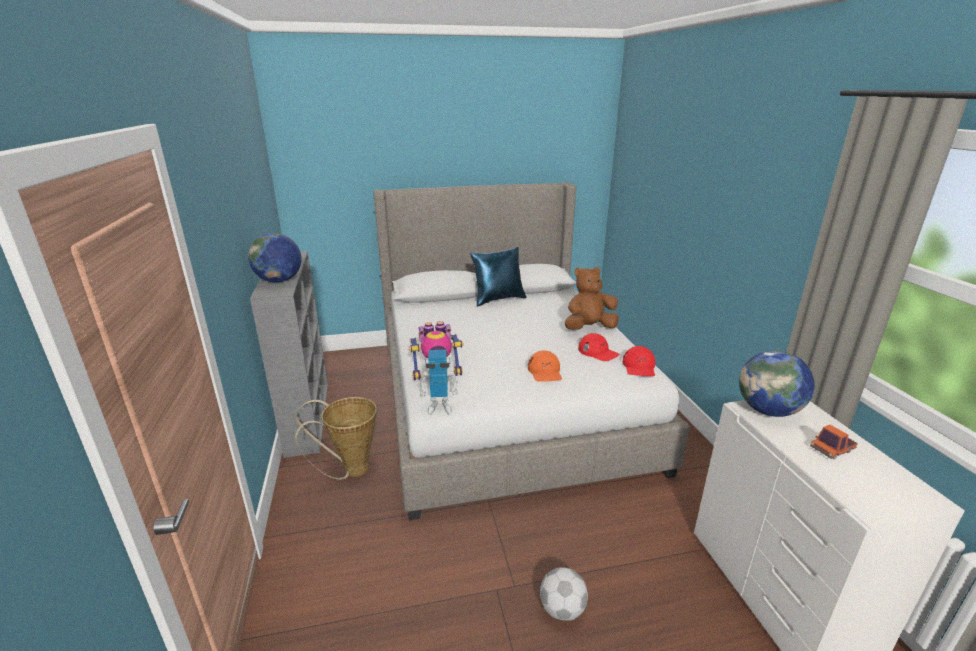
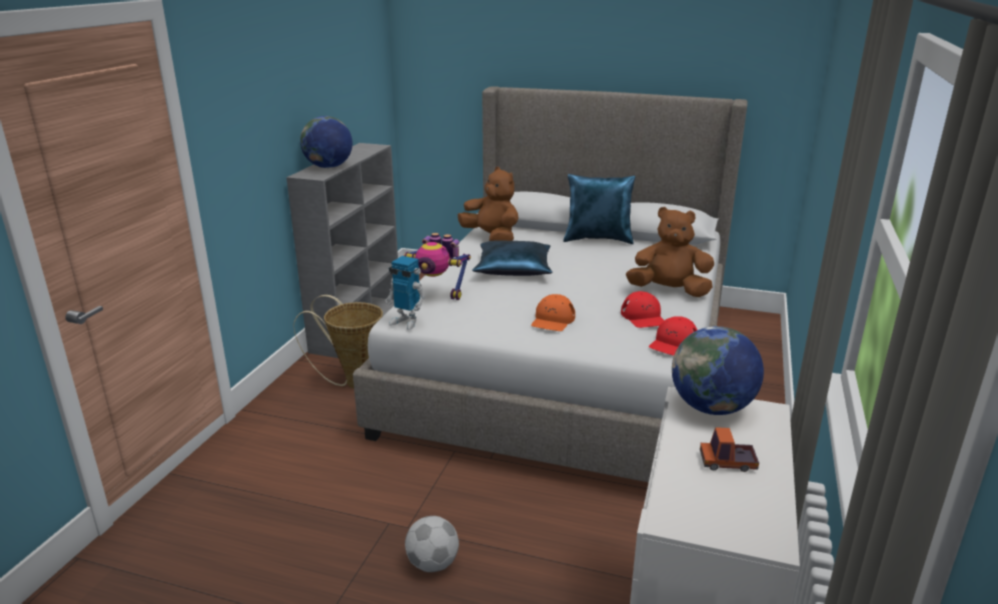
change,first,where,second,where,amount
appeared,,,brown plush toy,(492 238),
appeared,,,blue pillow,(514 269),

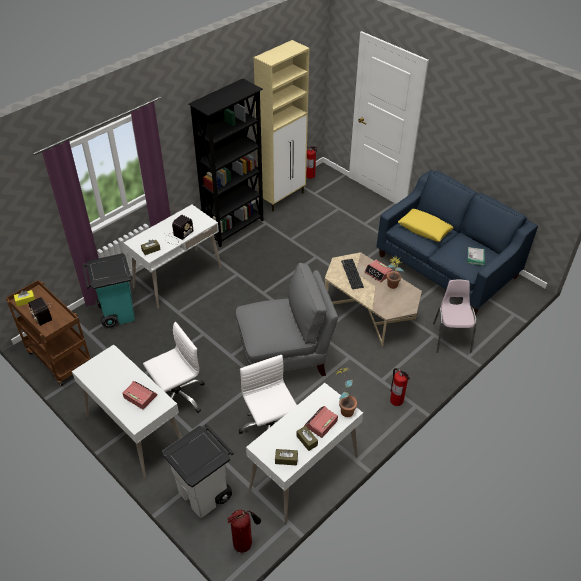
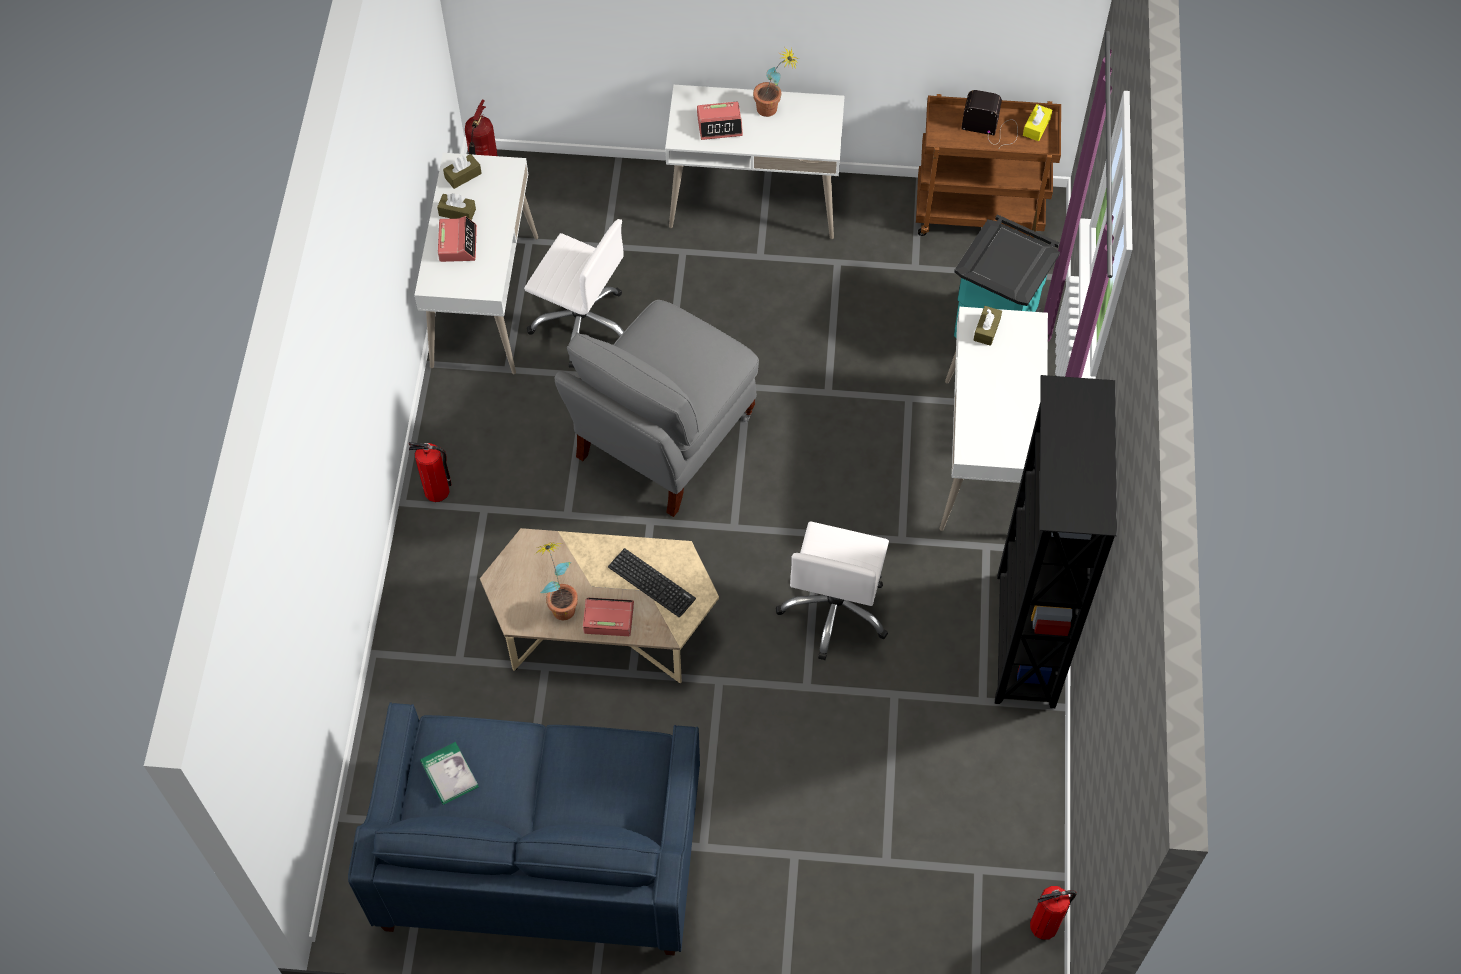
change,first,where,second,where,amount
relocated,potted plant,(344 408),,(773 110),
relocated,white office chair,(177 397),,(835 609),
missing,white trash can,(205 494),,,
missing,radio,(178 236),,,
missing,beige cabinet,(282 198),,,
missing,yellow pillow,(424 229),,,
missing,pink chair,(451 337),,,

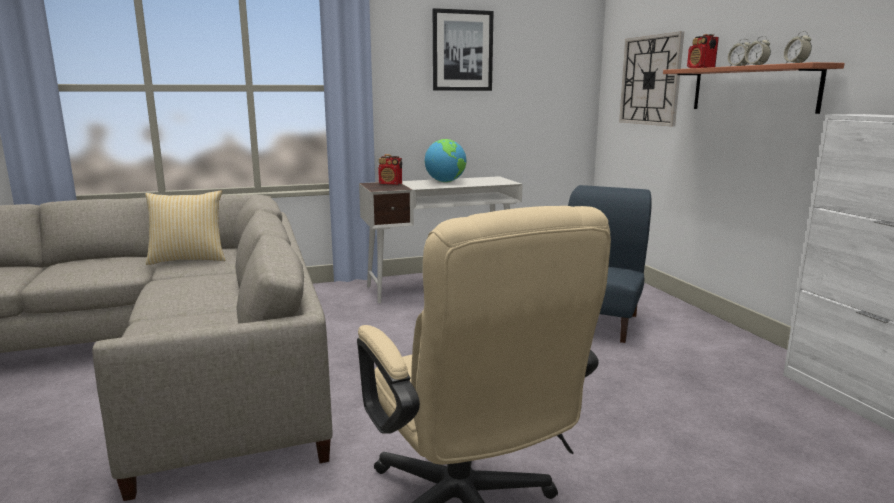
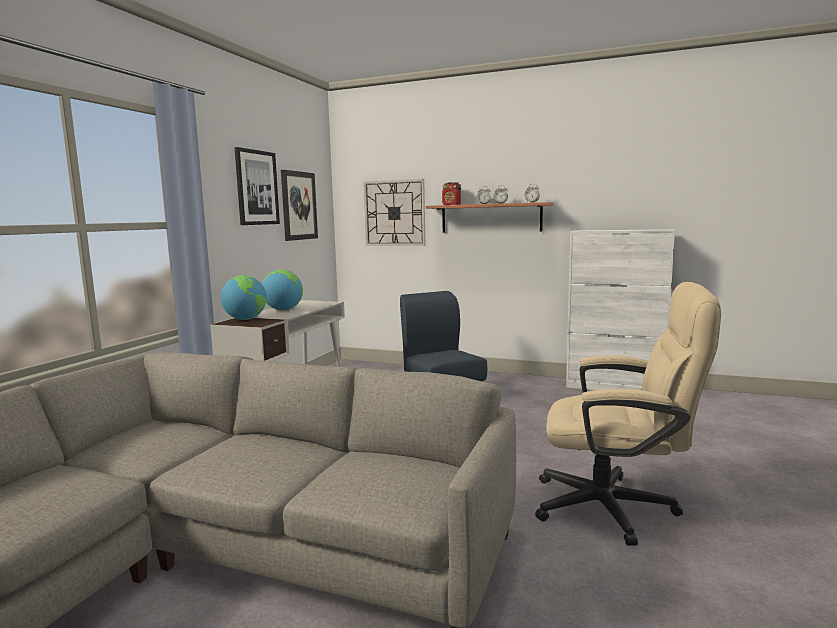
change,first,where,second,where,amount
exchanged,radio,(390 184),globe,(245 319),
appeared,,,picture,(299 205),
missing,pillow,(188 259),,,

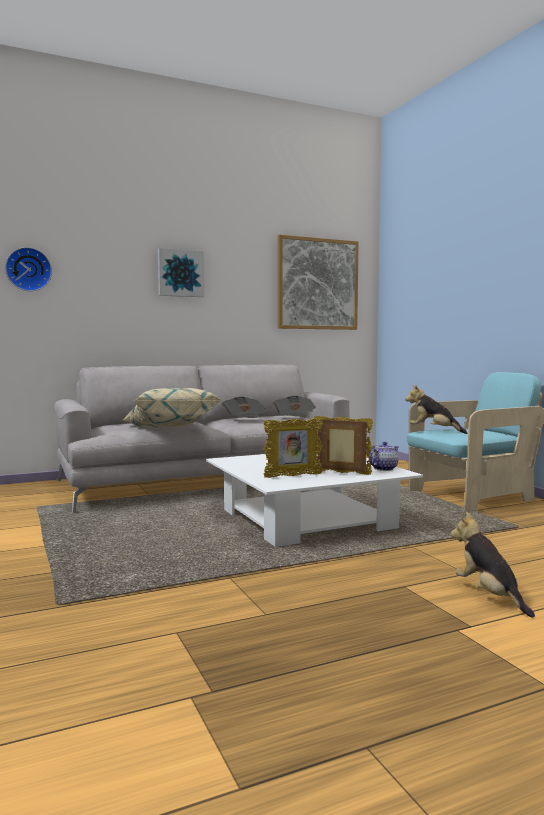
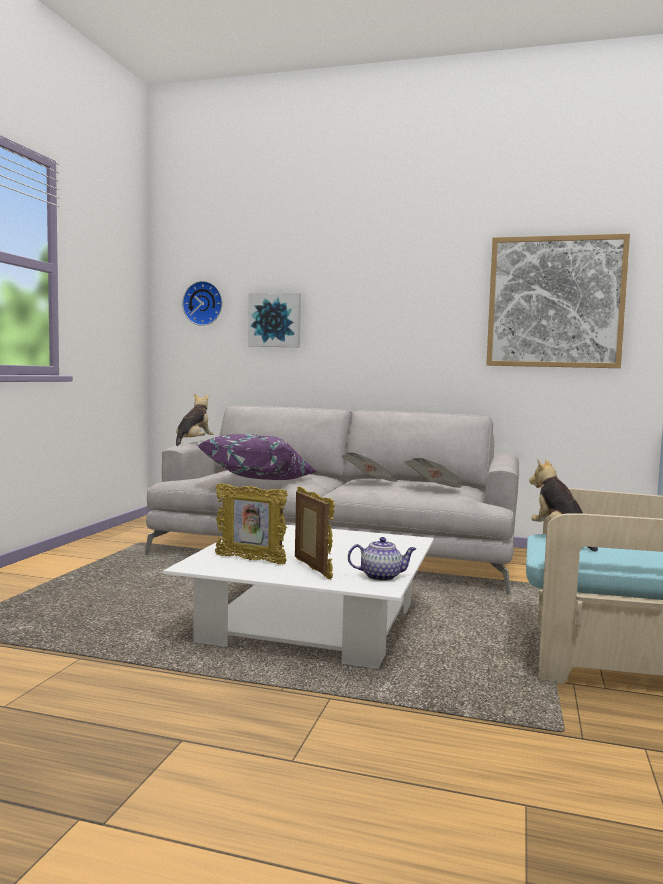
change,first,where,second,where,amount
relocated,plush toy,(489 595),,(193 443),
colour,beige pillow,(169 428),purple pillow,(260 481),
relocated,picture,(180 273),,(275 320),

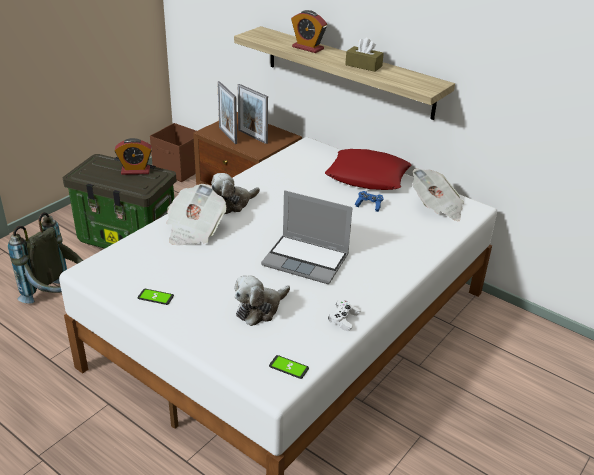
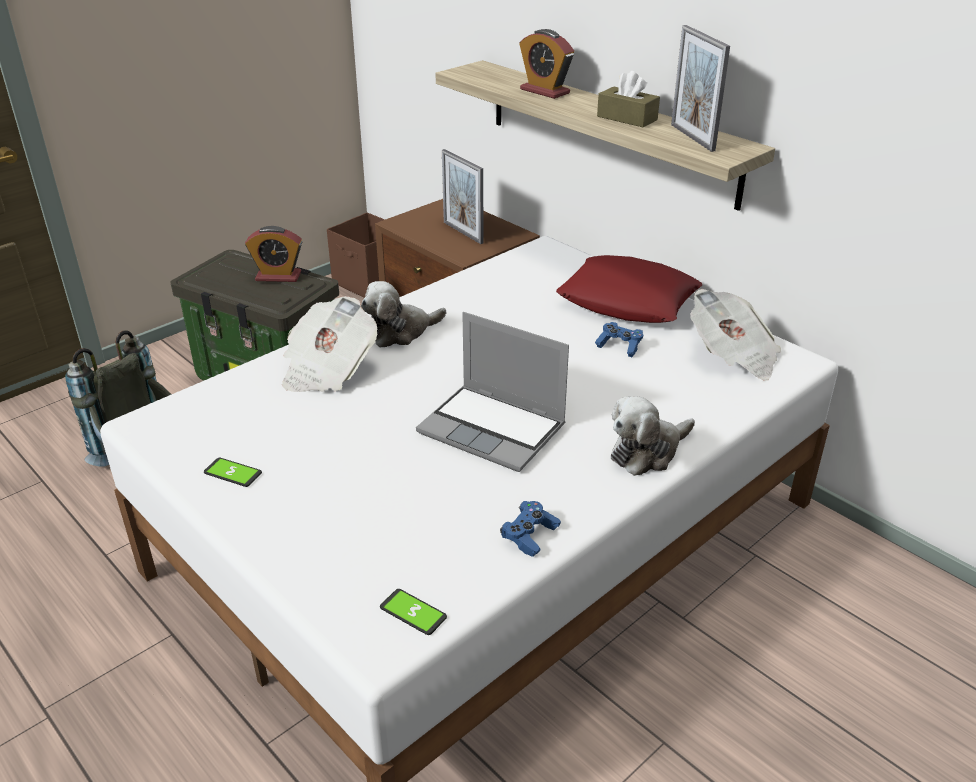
change,first,where,second,where,amount
colour,white game controller,(343 320),blue game controller,(529 535),
relocated,plush toy,(260 309),,(647 452),
relocated,picture frame,(227 135),,(692 137),

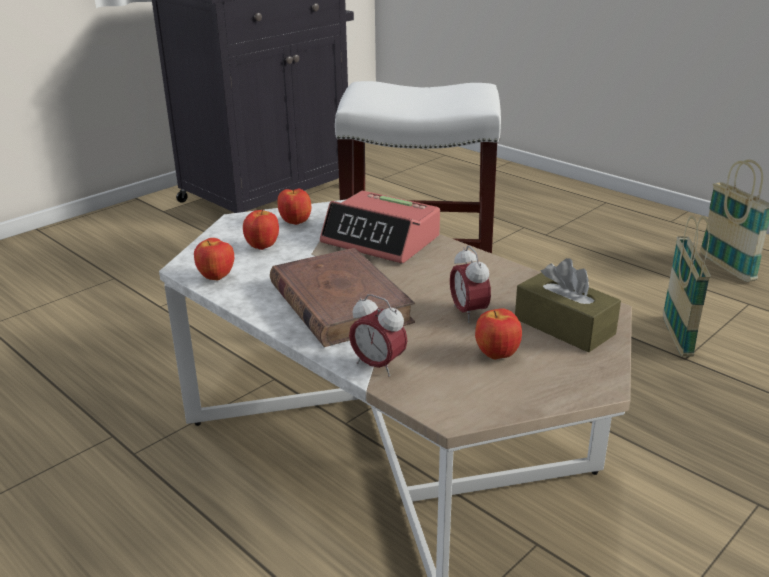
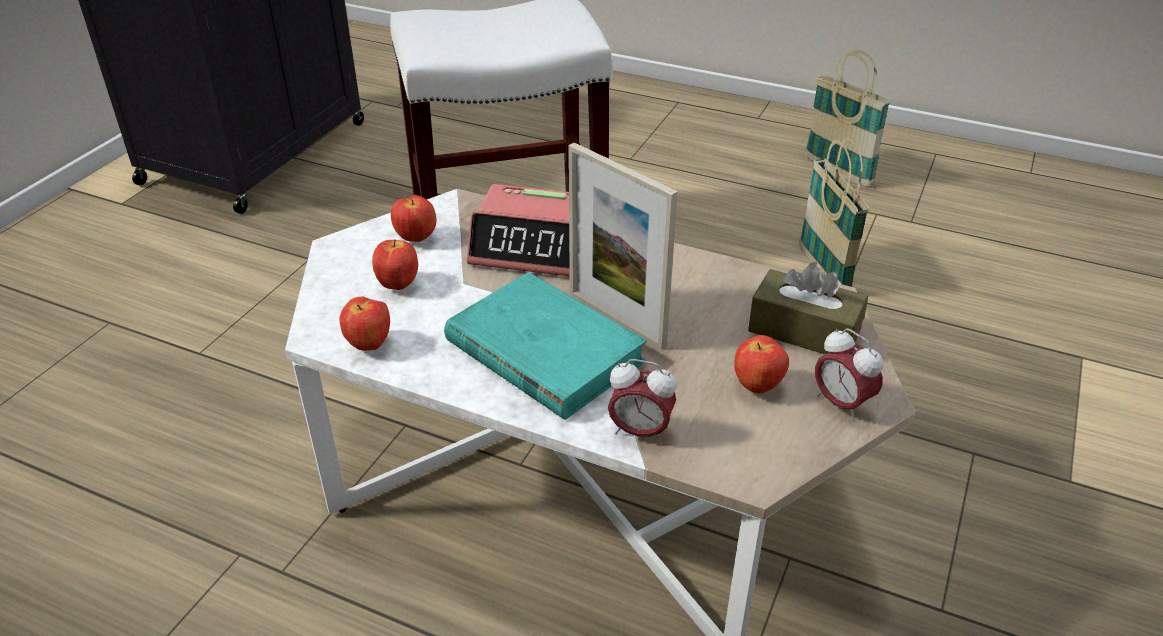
change,first,where,second,where,amount
colour,brown book,(339 303),turquoise book,(543 351),
appeared,,,picture frame,(616 319),
relocated,alarm clock,(468 313),,(841 403),

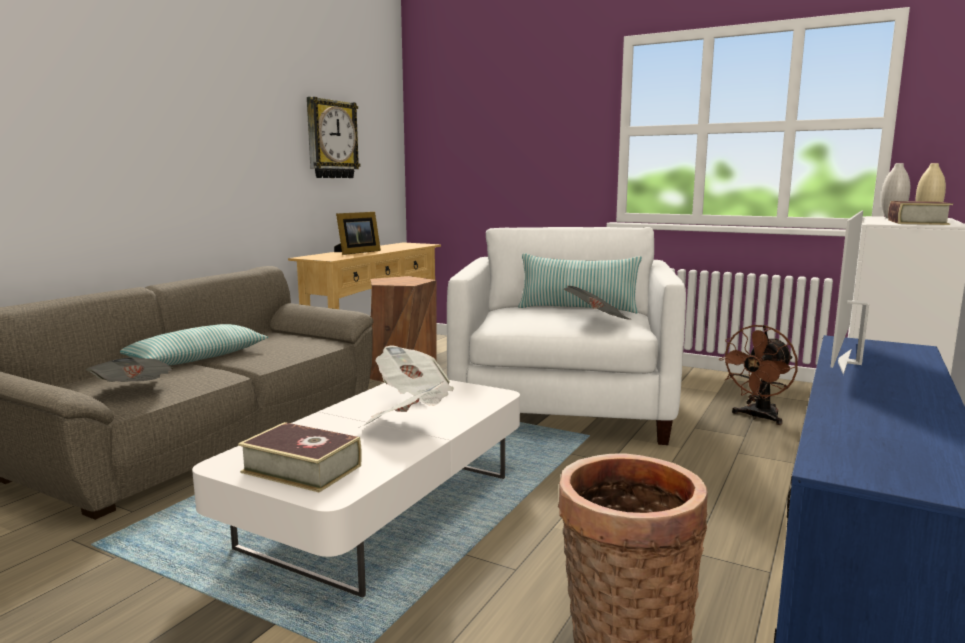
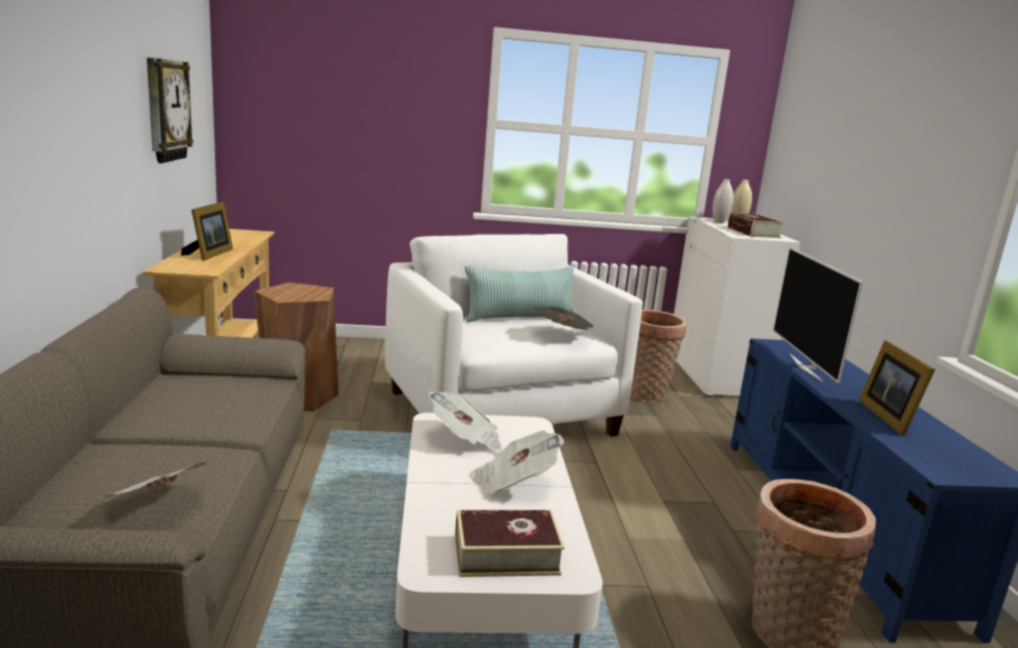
change,first,where,second,where,amount
exchanged,brown fan,(757 417),basket,(646 394),
appeared,,,picture frame,(889 417),
missing,pillow,(197 358),,,

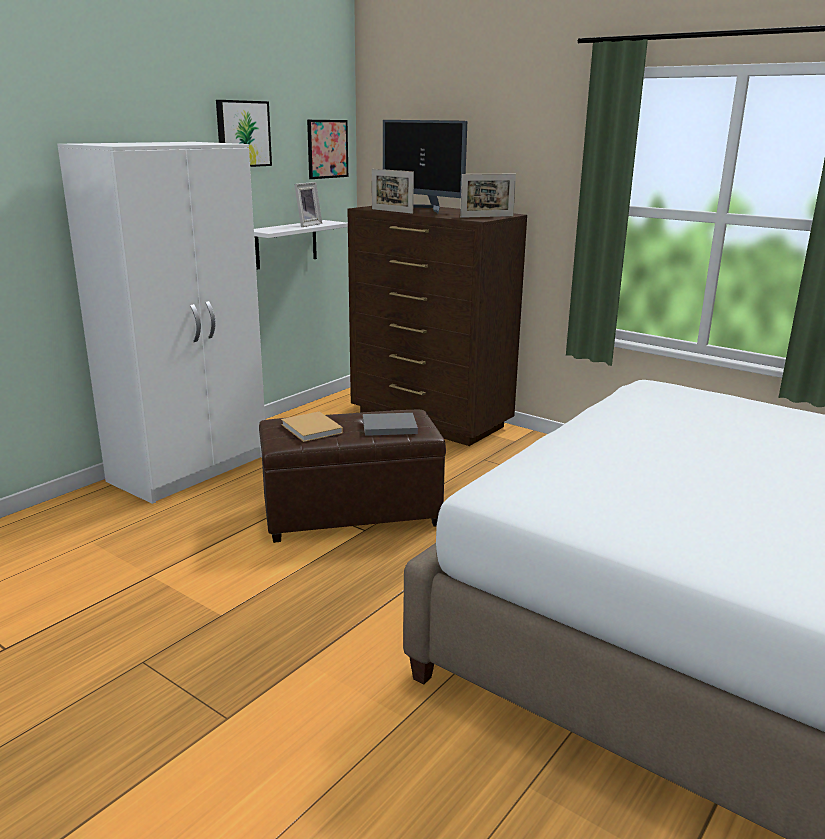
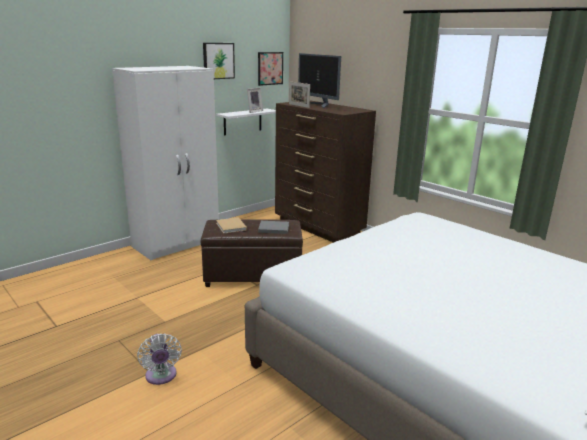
change,first,where,second,where,amount
appeared,,,white fan,(161 377),
missing,picture frame,(487 216),,,

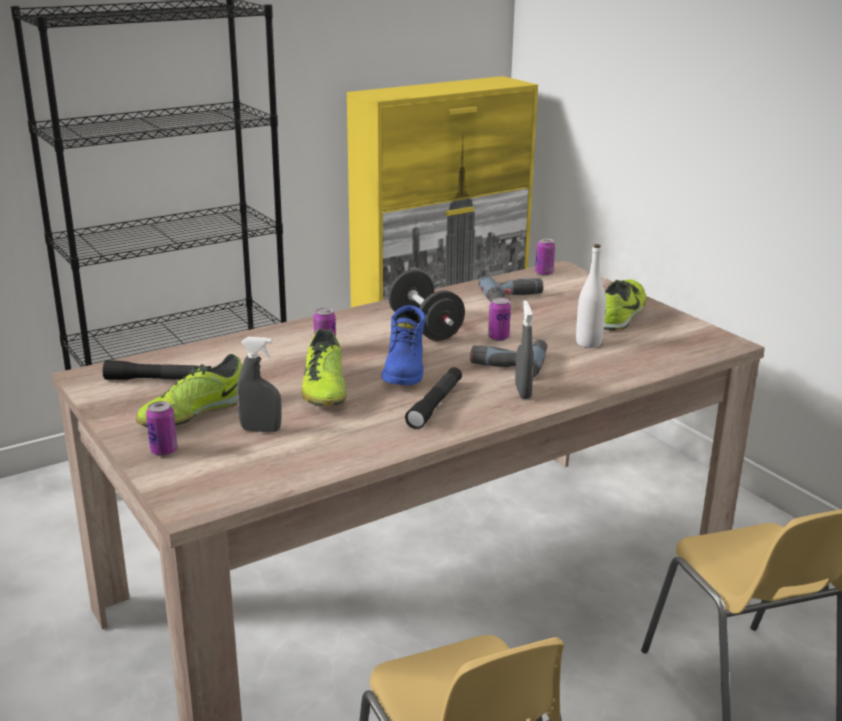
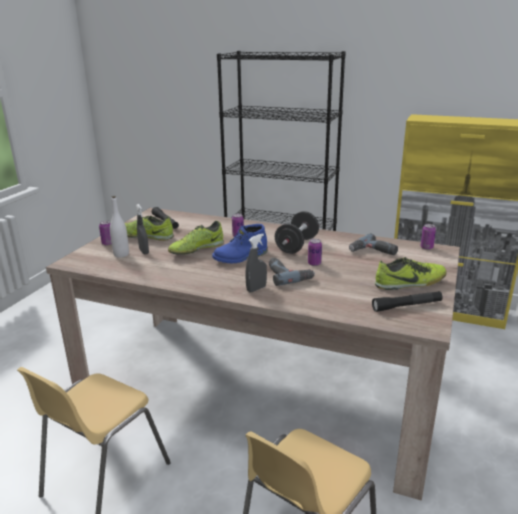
change,first,where,second,where,amount
relocated,white bottle,(588 343),,(121 254),
relocated,black flashlight,(435 404),,(407 306),

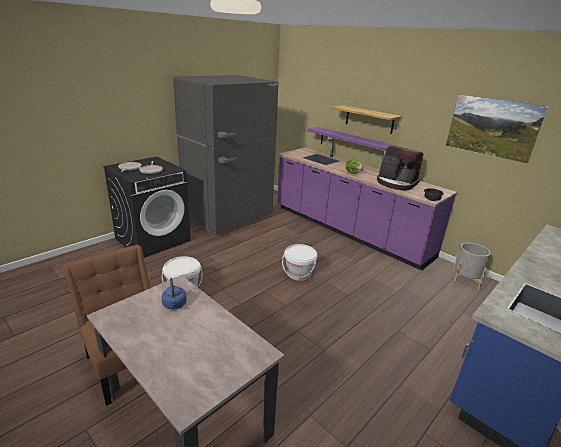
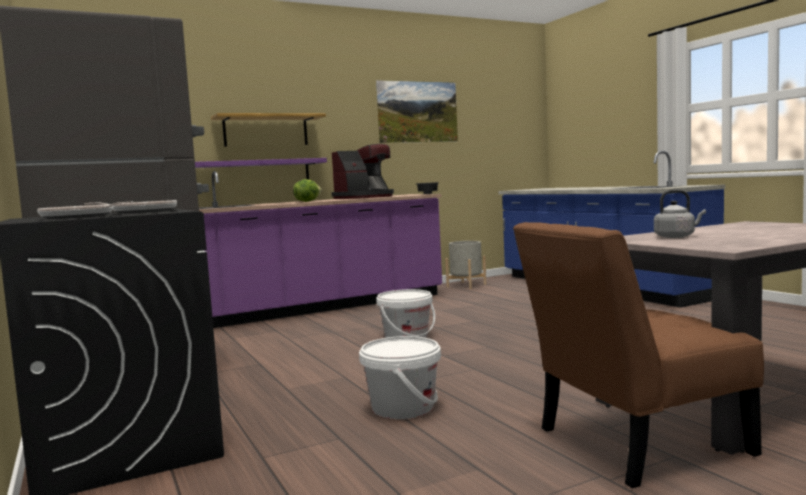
change,first,where,second,where,amount
colour,blue kettle,(174 305),grey kettle,(676 236),

